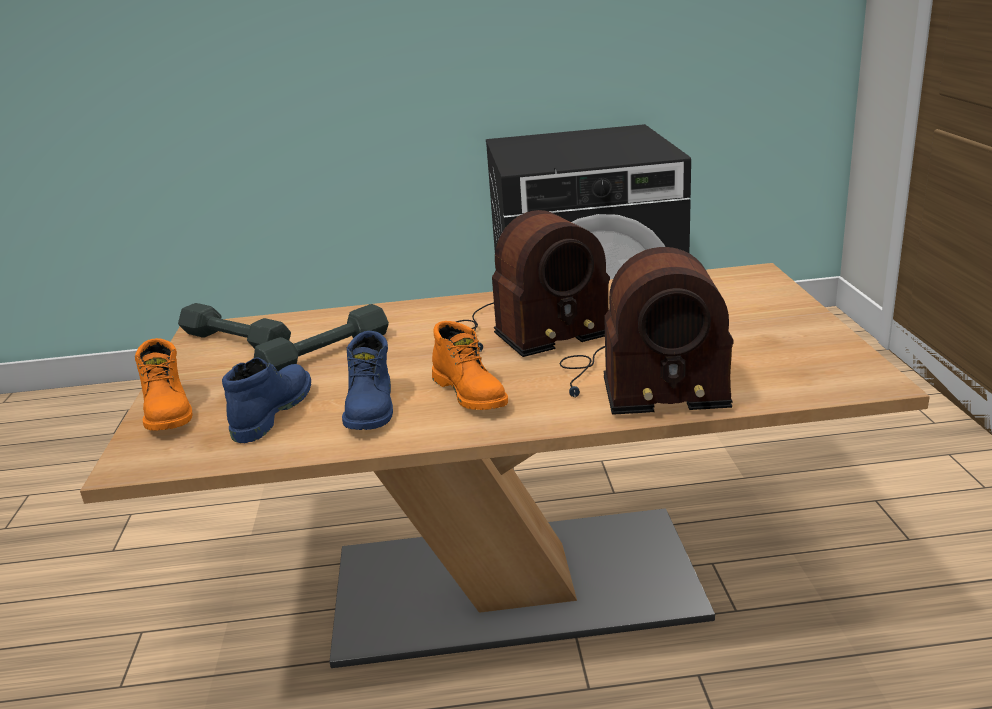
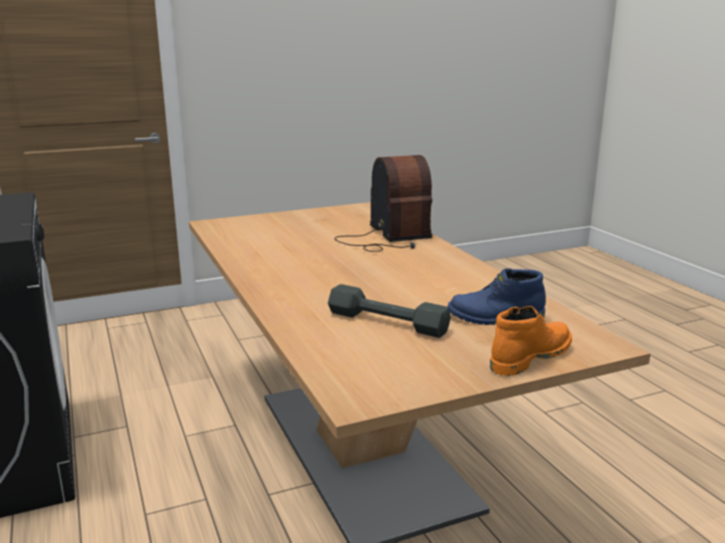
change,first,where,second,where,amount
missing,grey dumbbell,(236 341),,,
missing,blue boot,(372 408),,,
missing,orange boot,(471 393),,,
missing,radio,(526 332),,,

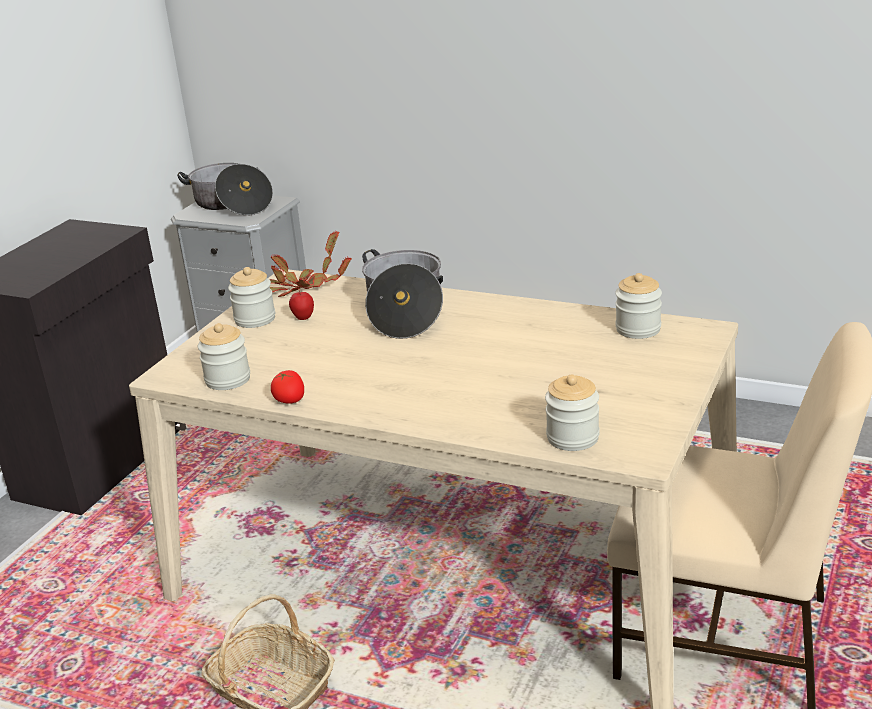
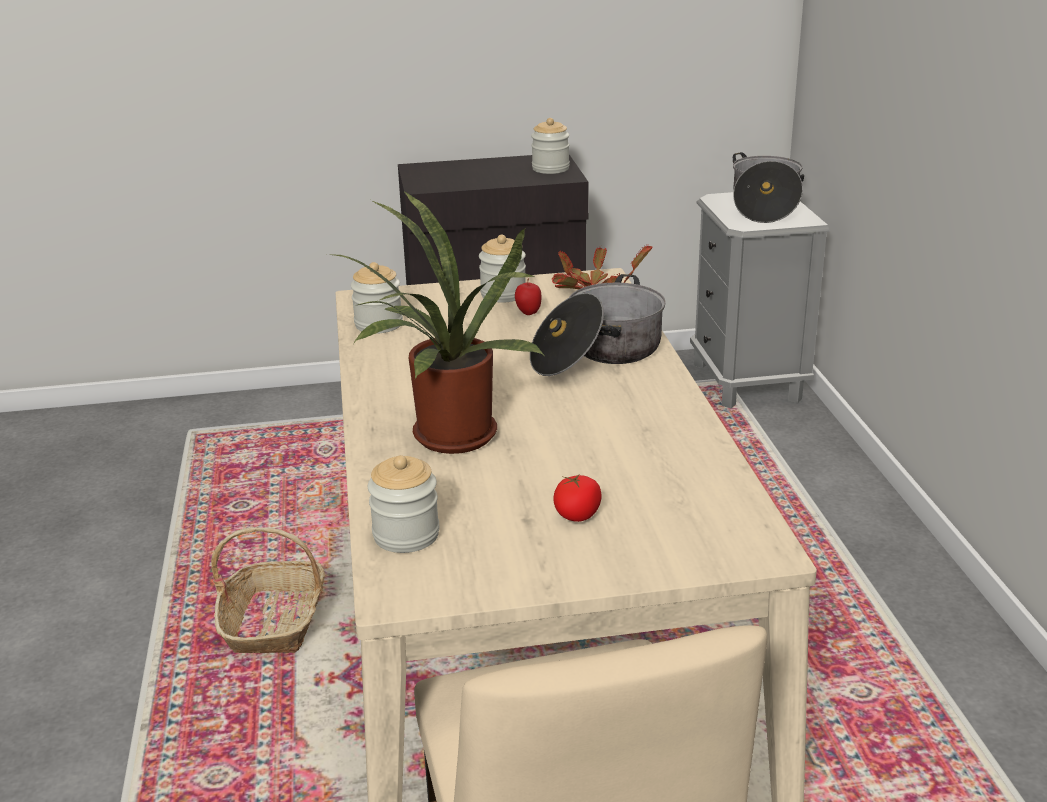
change,first,where,second,where,amount
appeared,,,potted plant,(447 439),
relocated,jar,(638 329),,(550 169),
relocated,tomato,(290 400),,(577 515),

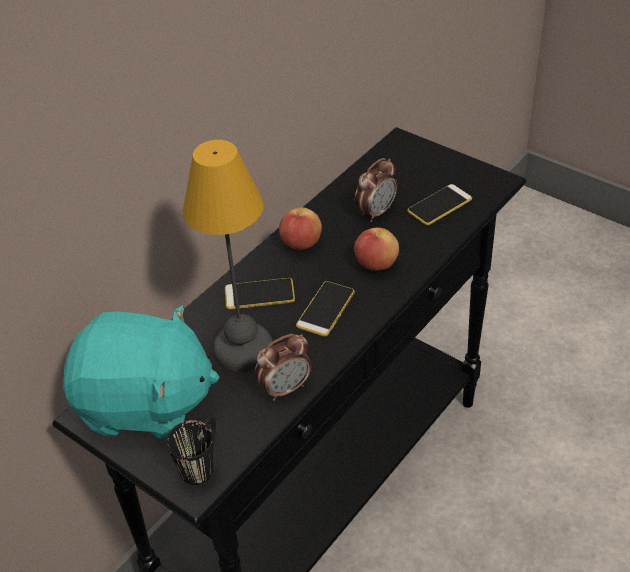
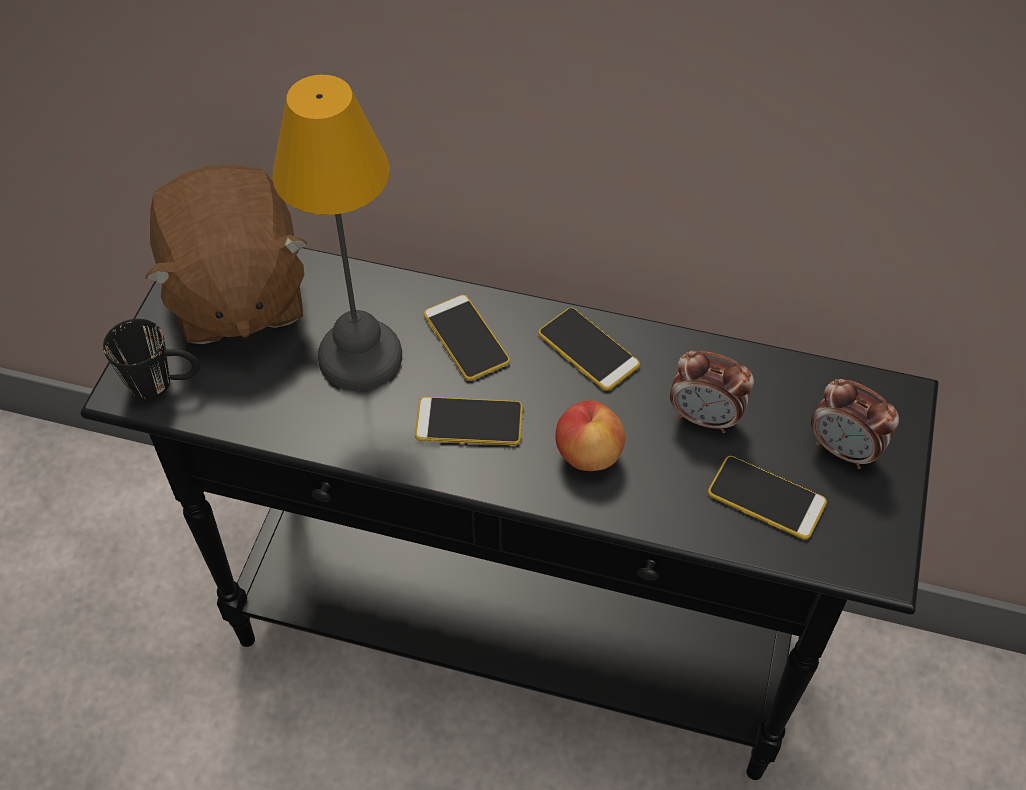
change,first,where,second,where,amount
colour,turquoise plush toy,(145 404),brown plush toy,(236 295),
exchanged,apple,(301 244),phone,(588 349),
relocated,alarm clock,(285 388),,(843 450),

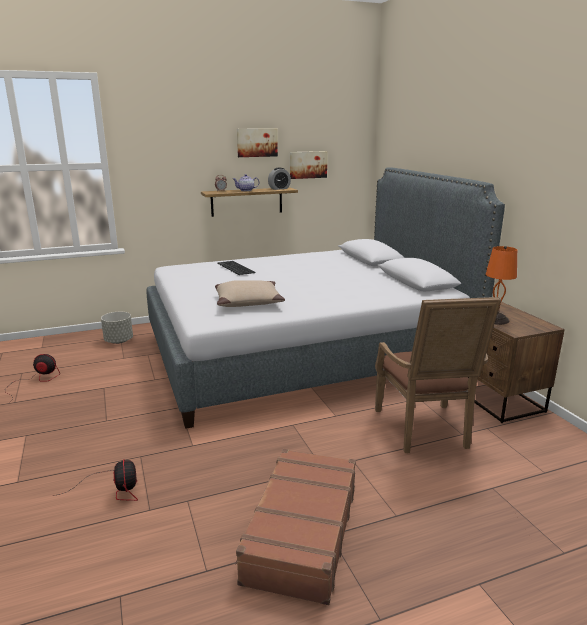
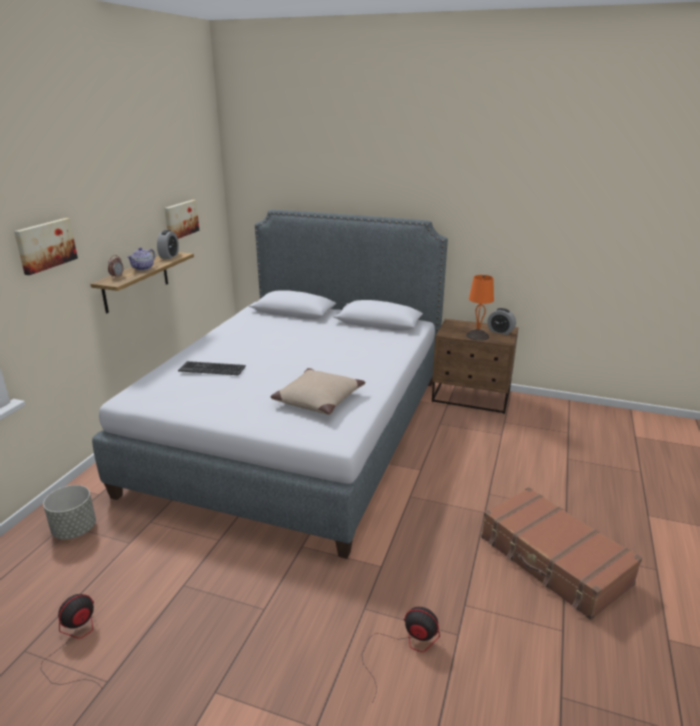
change,first,where,second,where,amount
relocated,picture,(257 142),,(45 245),
appeared,,,alarm clock,(500 331),
missing,brown armchair,(425 431),,,

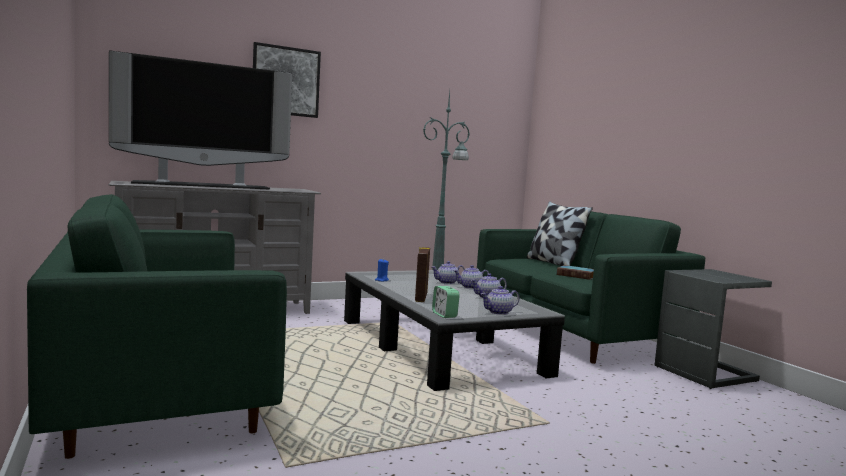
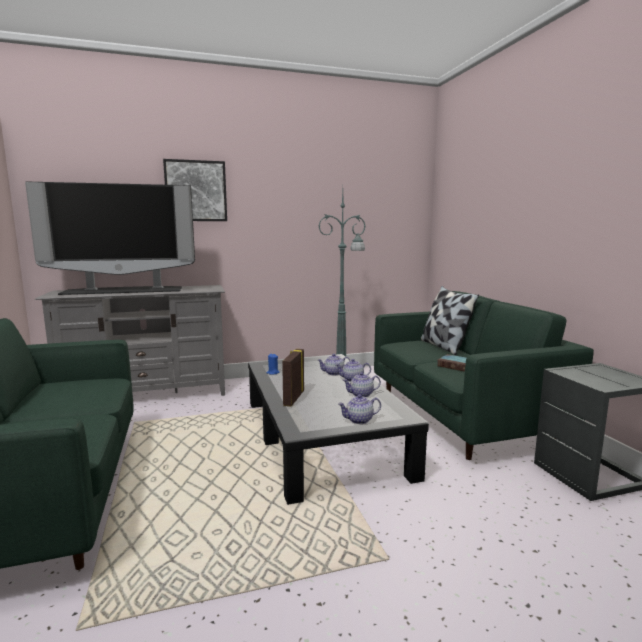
change,first,where,second,where,amount
missing,alarm clock,(444 315),,,

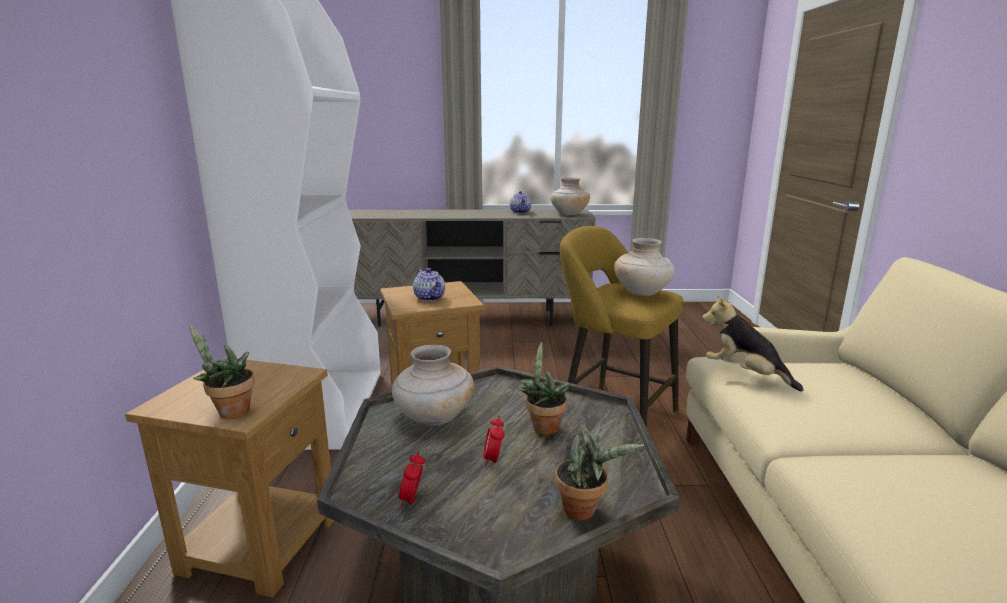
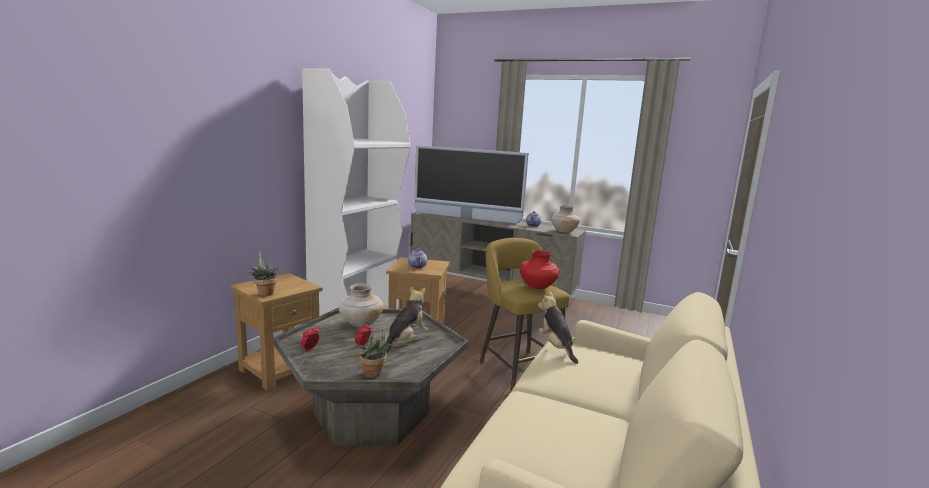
change,first,where,second,where,amount
exchanged,potted plant,(543 426),plush toy,(406 340),
appeared,,,television,(466 218),
colour,beige vase,(642 293),red vase,(537 287),

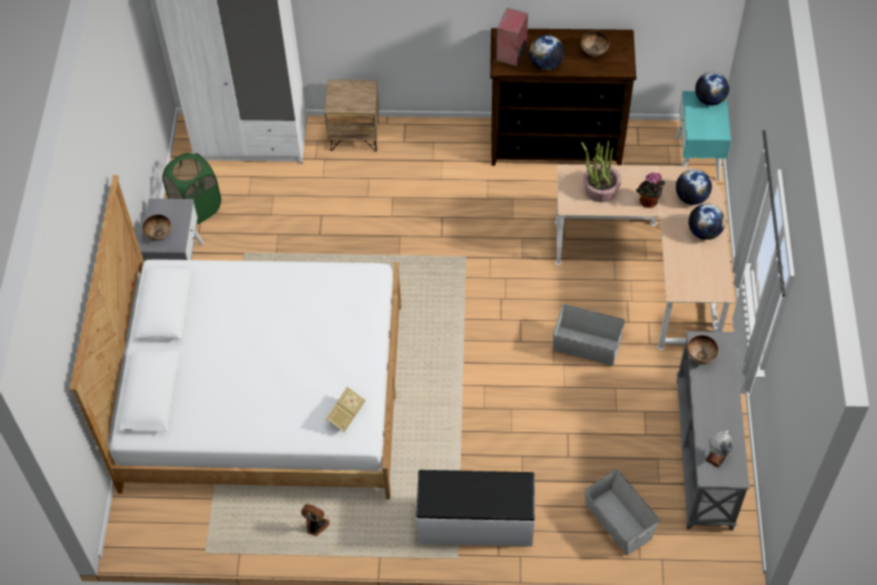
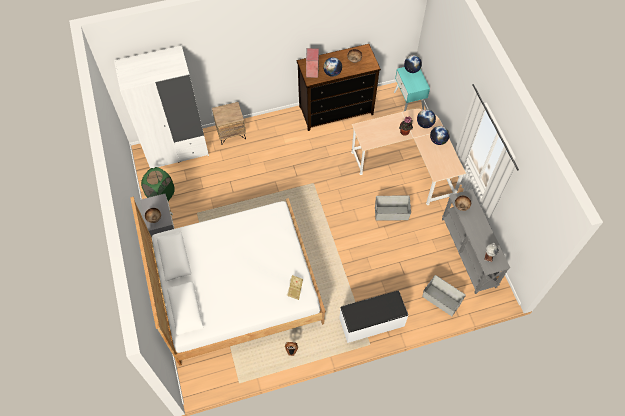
change,first,where,second,where,amount
missing,potted plant,(600 190),,,

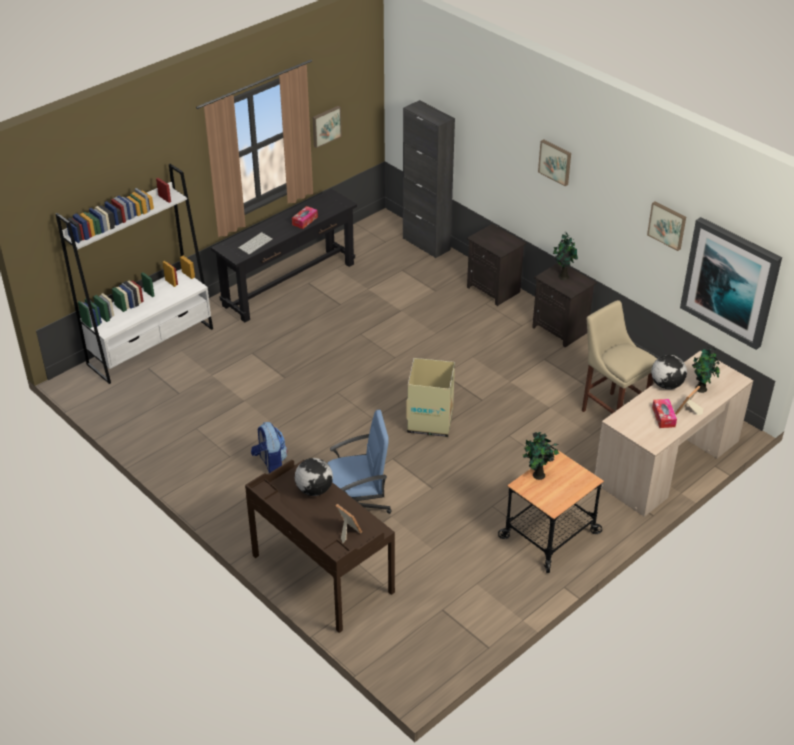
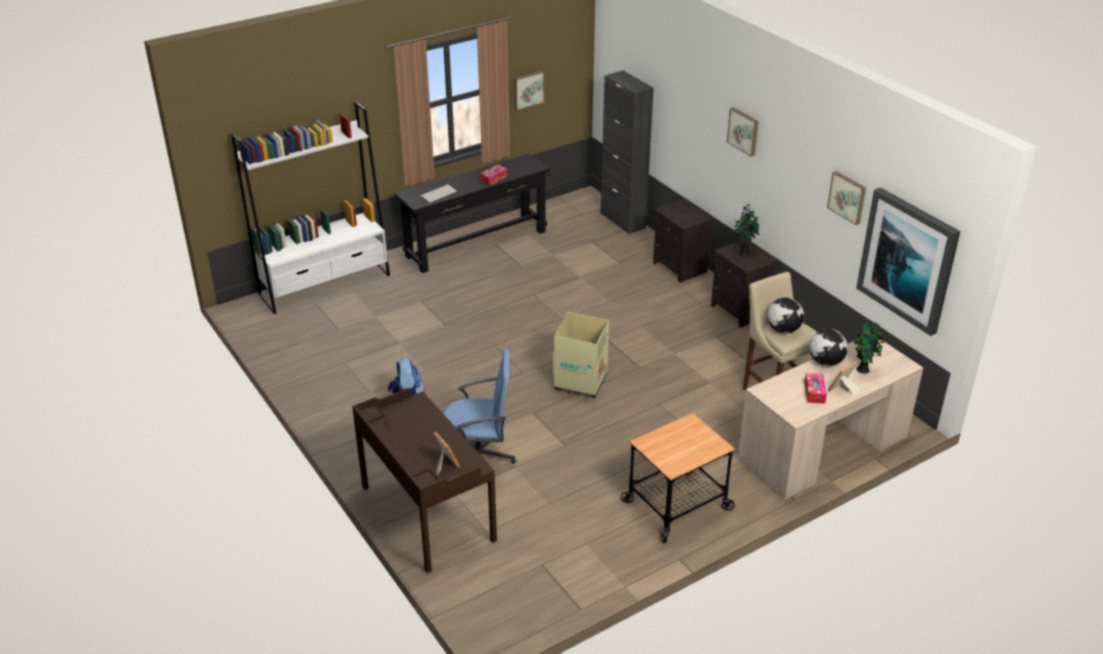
change,first,where,second,where,amount
relocated,globe,(314 489),,(783 329),
missing,potted plant,(538 476),,,

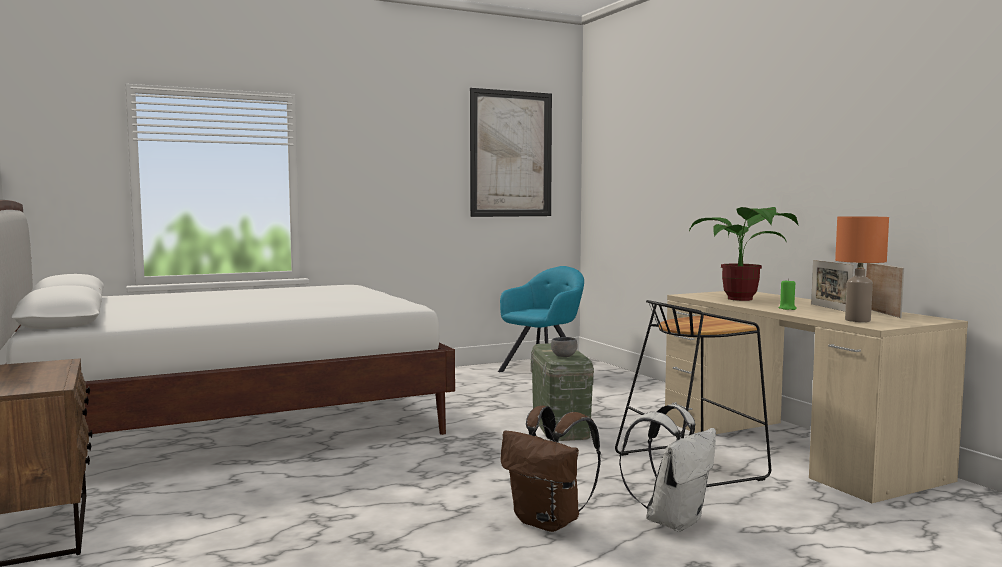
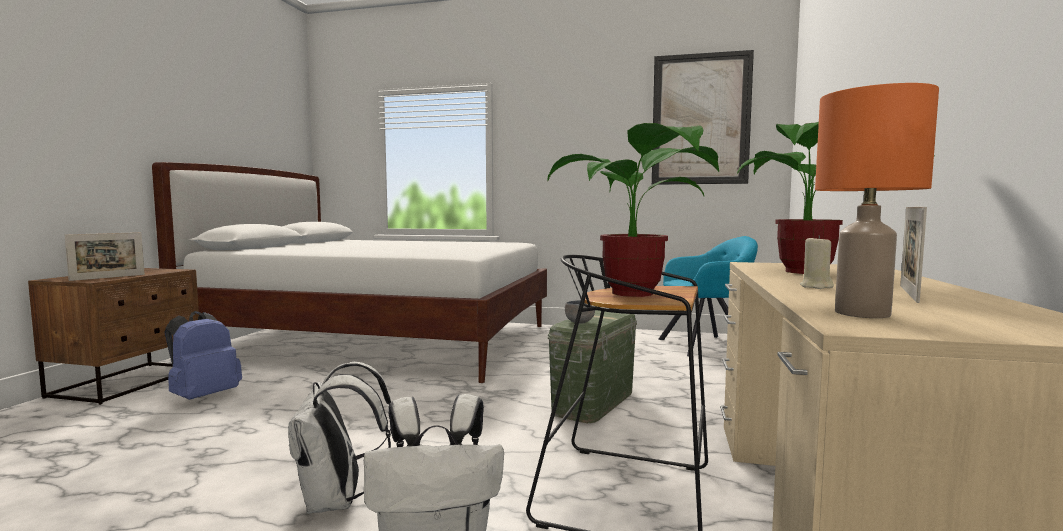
change,first,where,second,where,amount
relocated,picture frame,(882 313),,(108 277),
appeared,,,blue backpack,(203 397),
colour,brown backpack,(549 522),white backpack,(337 501),
appeared,,,potted plant,(638 294),
colour,green candle,(787 308),beige candle,(816 286),

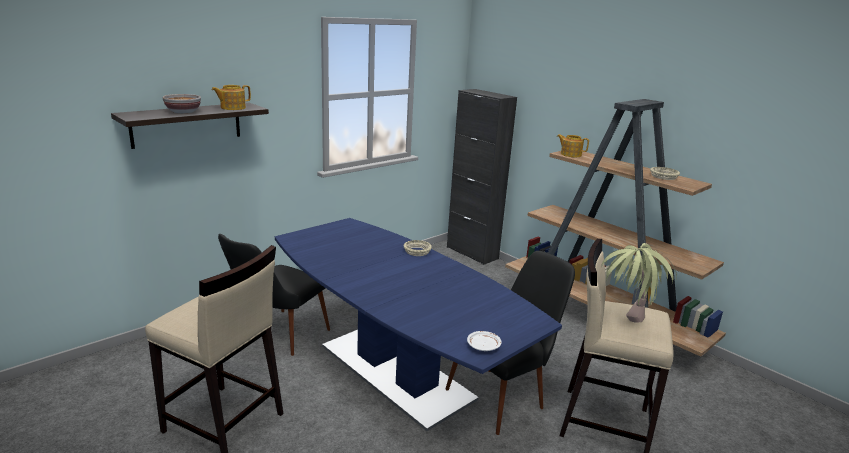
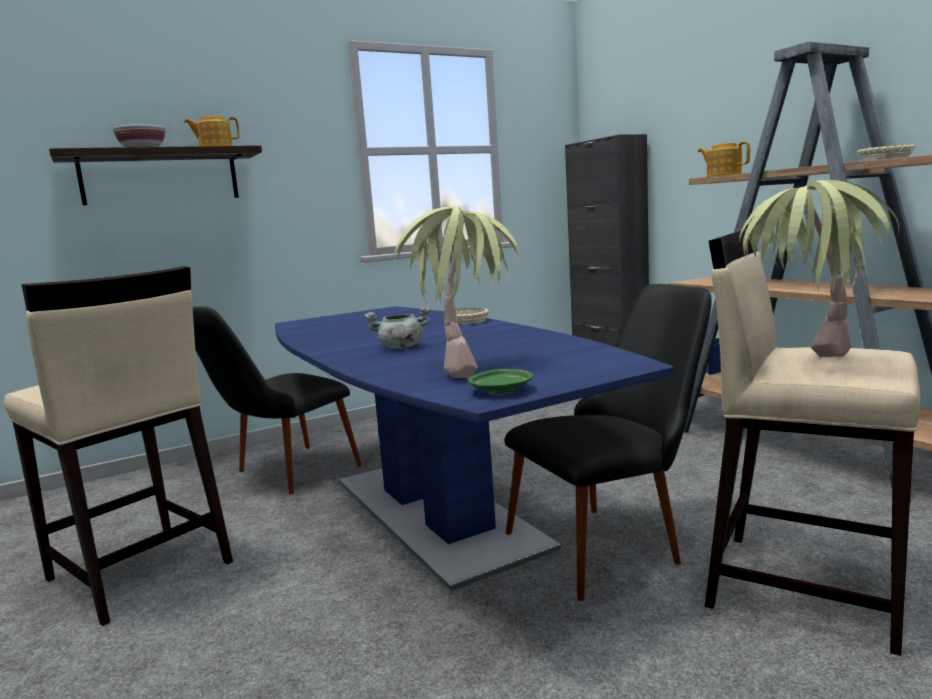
change,first,where,second,where,amount
appeared,,,grey cooking pot,(400 347),
appeared,,,potted plant,(467 368),
colour,white plate,(483 346),green plate,(501 390),

